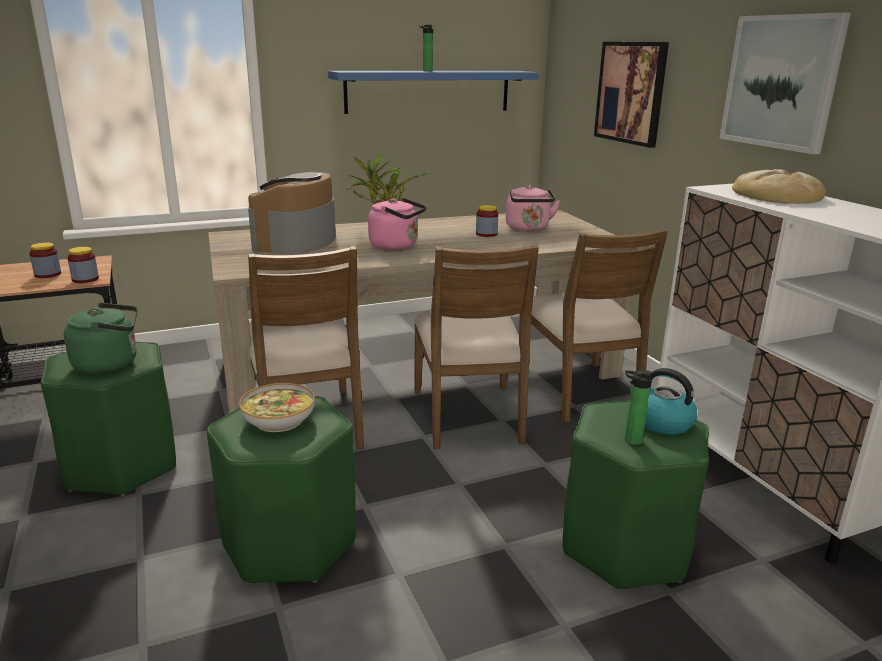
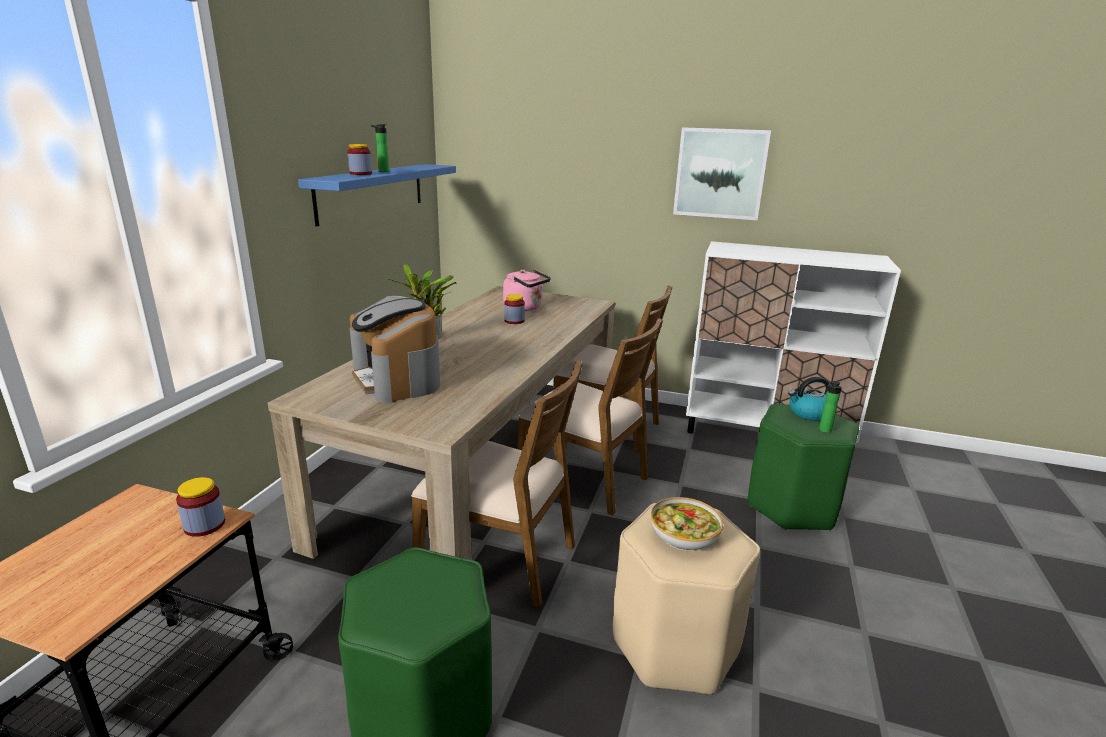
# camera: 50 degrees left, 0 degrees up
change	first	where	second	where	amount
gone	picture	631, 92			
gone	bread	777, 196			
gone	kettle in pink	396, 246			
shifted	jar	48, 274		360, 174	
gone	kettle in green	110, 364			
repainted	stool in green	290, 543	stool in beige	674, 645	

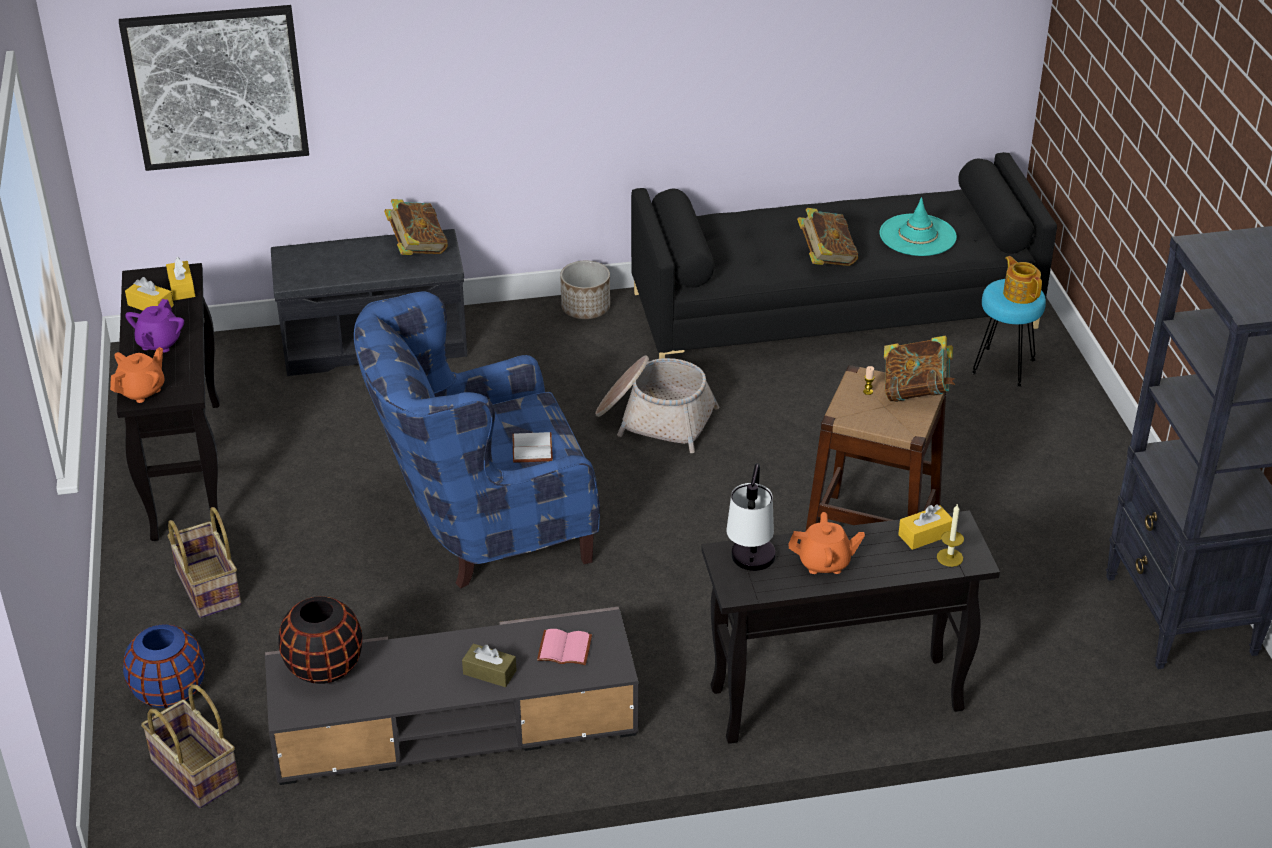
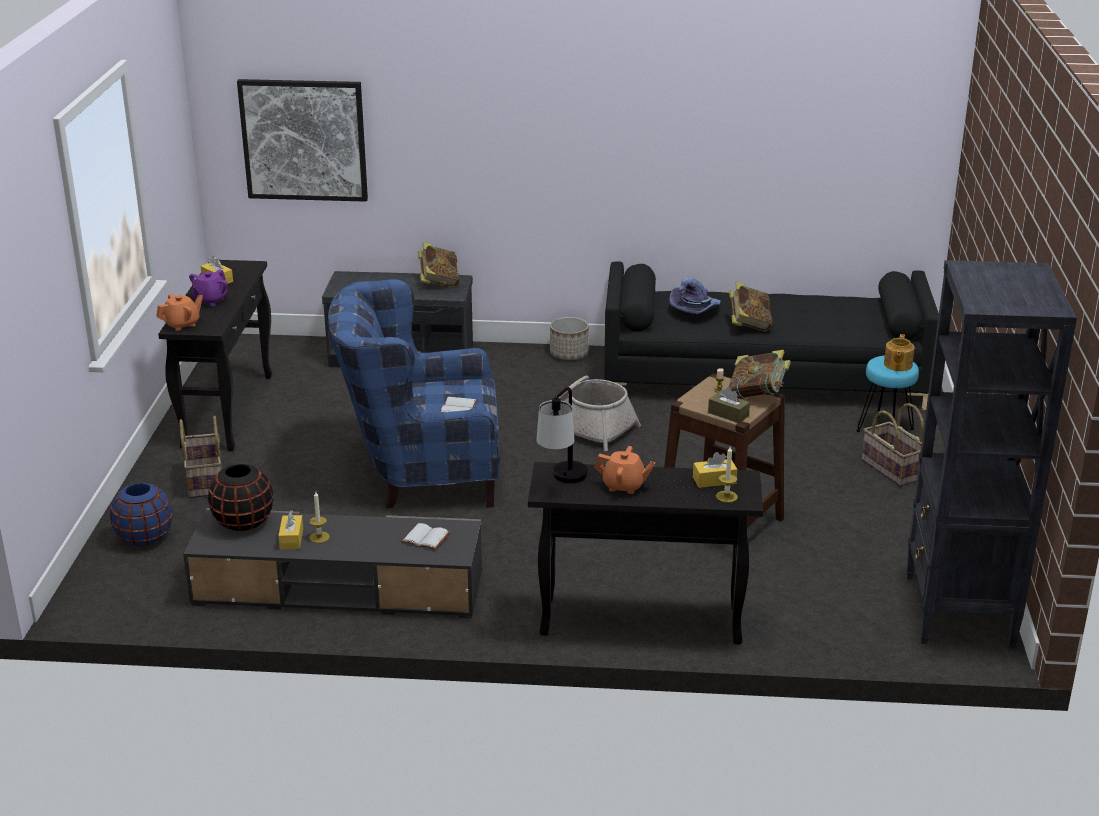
# camera: 15 degrees right, 10 degrees down
change	first	where	second	where	amount
gone	hat in turquoise	917, 236			
rotated	teapot	1020, 293		897, 365	150 degrees counterclockwise
shifted	tissue box in yellow	181, 288		291, 539	
repainted	book in pink	565, 648	book in white	427, 538	
shifted	tissue box in brown	489, 672		728, 414	
shifted	basket	193, 772		891, 469	
new			hat in purple	695, 310	
new			candle	319, 537	

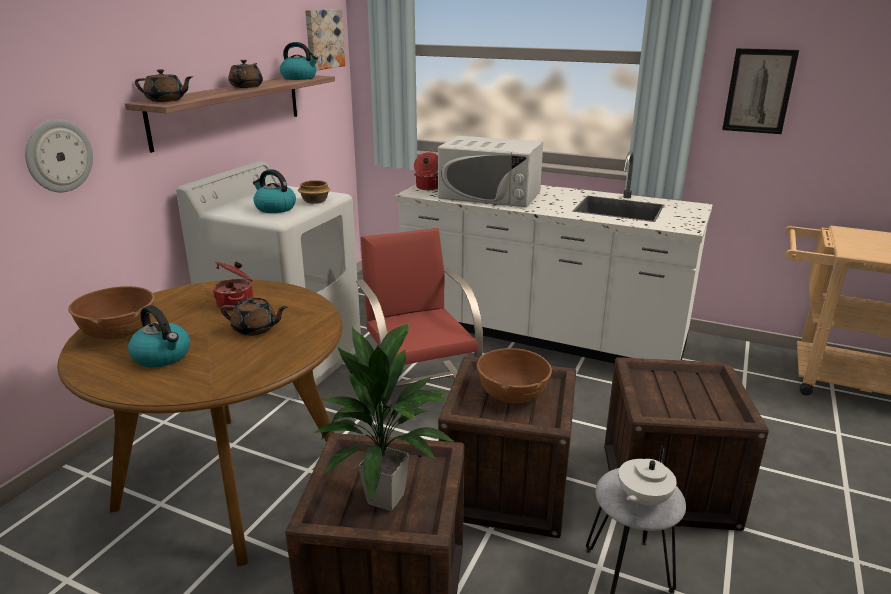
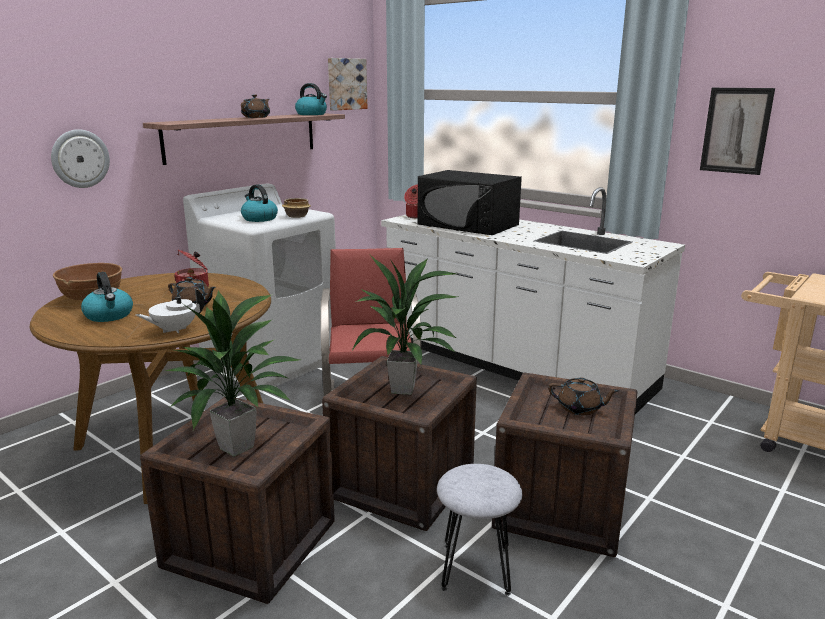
# camera: 15 degrees right, 5 degrees down
change	first	where	second	where	amount
shifted	teapot in brown	166, 100		580, 408	
repainted	microwave in white	490, 194	microwave in black	468, 224	
swapped	bowl in brown	512, 394	potted plant	404, 390	
shifted	teapot in white	642, 499		174, 330	

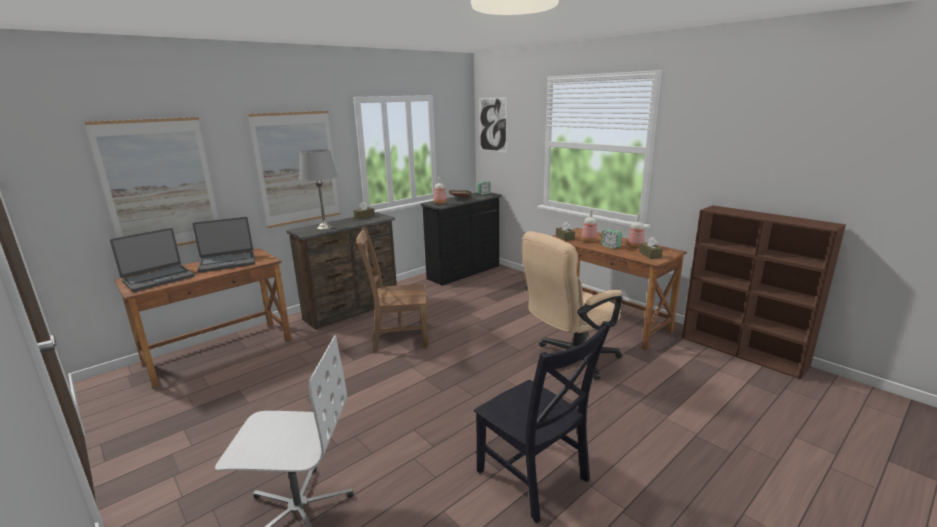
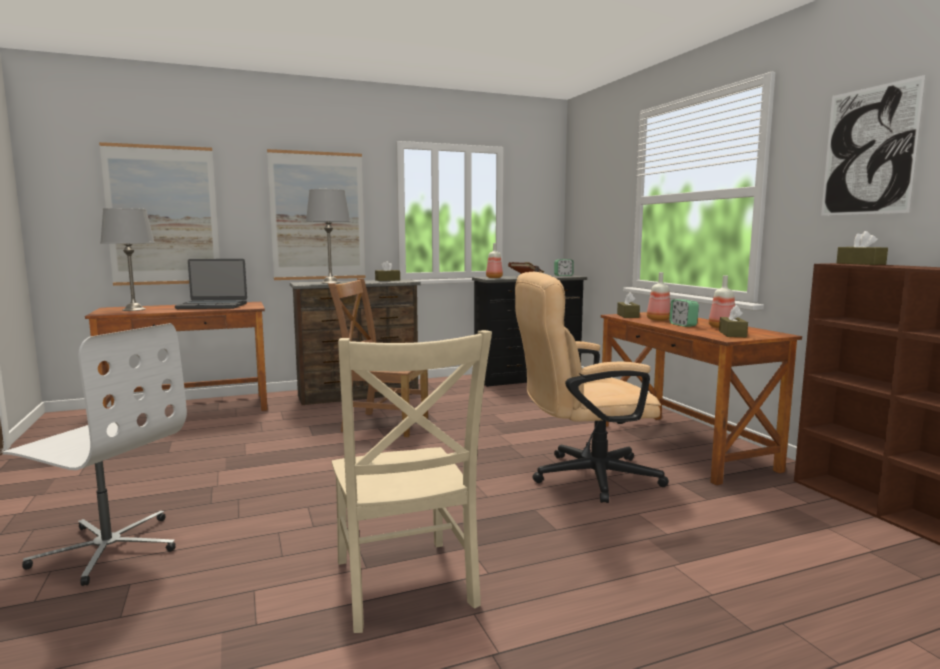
# camera: 20 degrees right, 10 degrees down
change	first	where	second	where	amount
shifted	picture	492, 124		869, 151	
swapped	laptop	158, 279	table lamp in grey	134, 309	
repainted	chair in black	535, 478	chair in beige	404, 586	
new			tissue box in brown	860, 264	

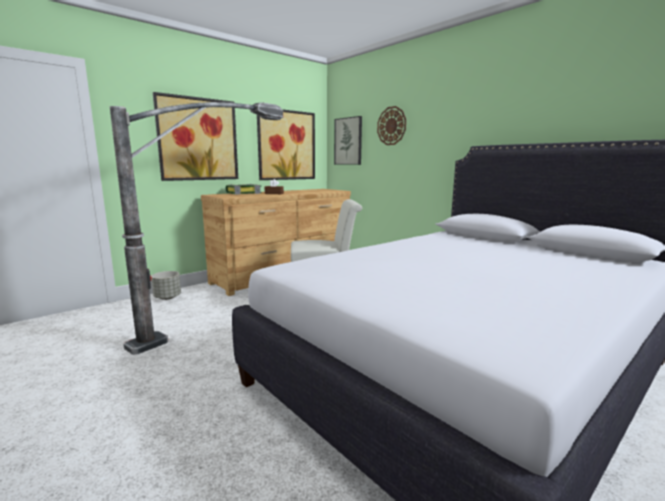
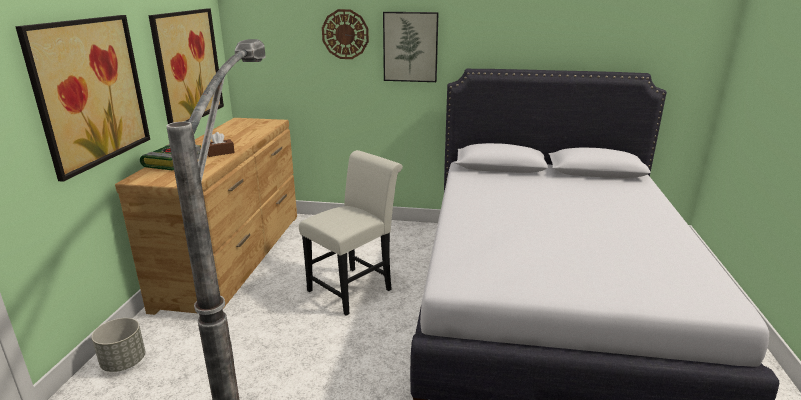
# camera: 40 degrees left, 10 degrees up
change	first	where	second	where	amount
shifted	picture	348, 141		410, 47	

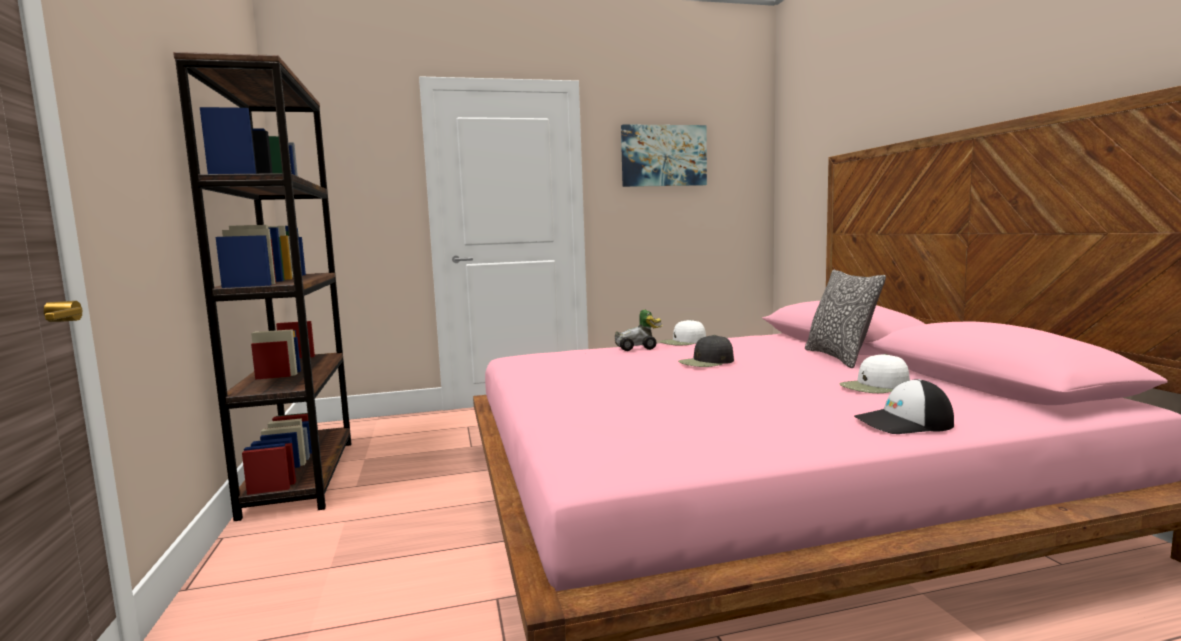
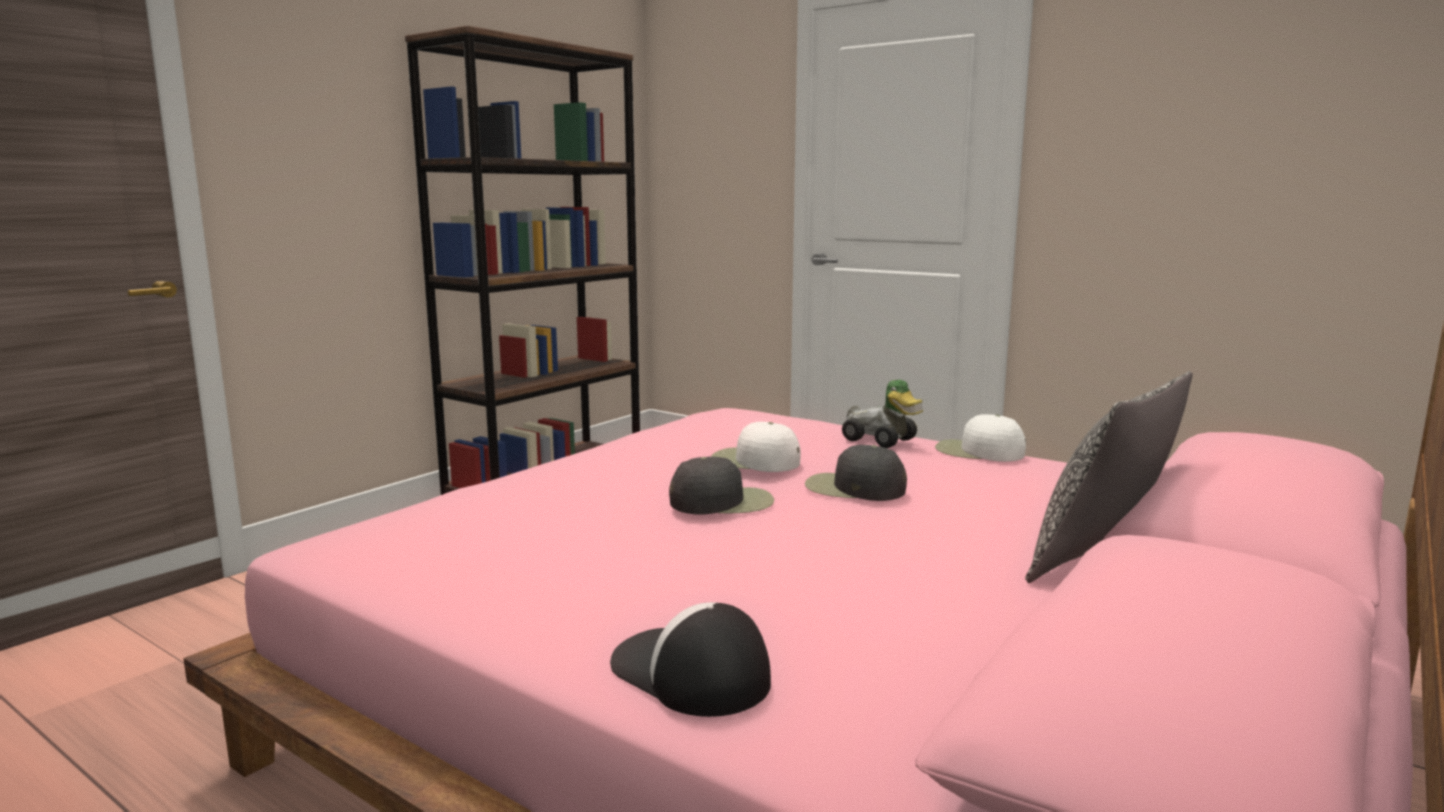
# camera: 50 degrees right, 5 degrees up
change	first	where	second	where	amount
gone	picture	663, 156			
shifted	cap in white	875, 386		754, 461	
new			cap in black	723, 502	

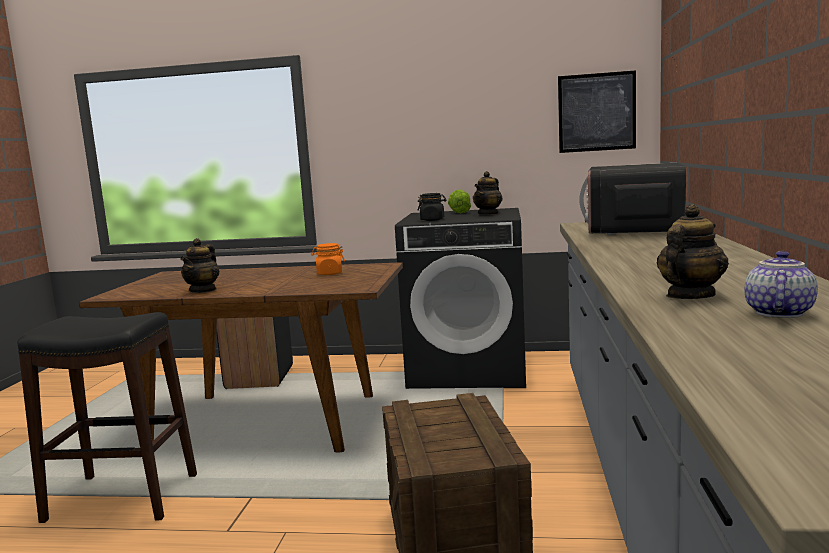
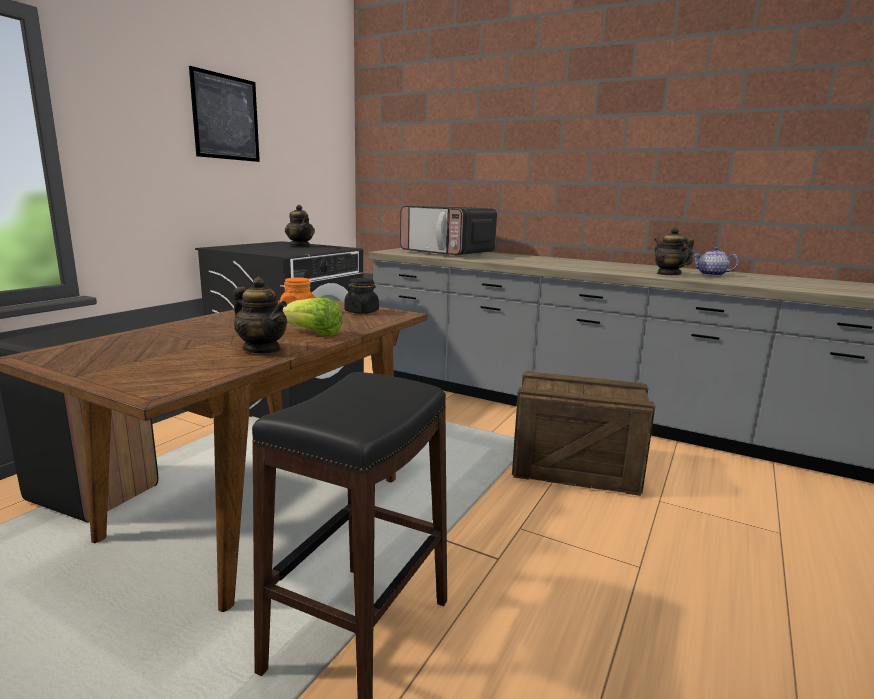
# camera: 70 degrees left, 5 degrees up
change	first	where	second	where	amount
shifted	picture	596, 112		226, 117	
shifted	lettuce	459, 212		313, 334	
shifted	jar in black	432, 220		361, 312	

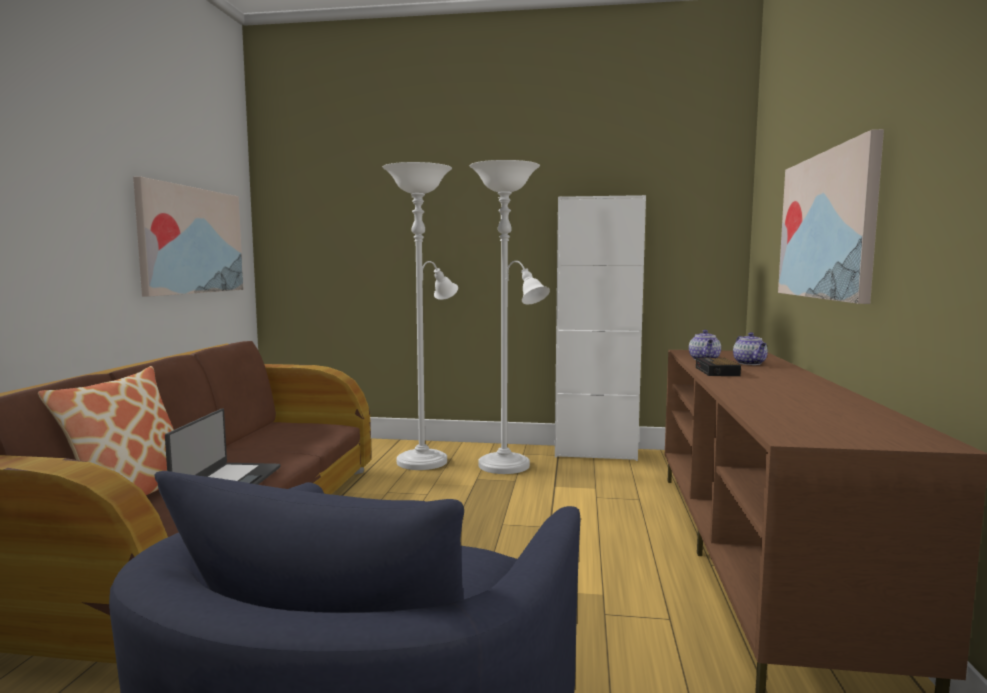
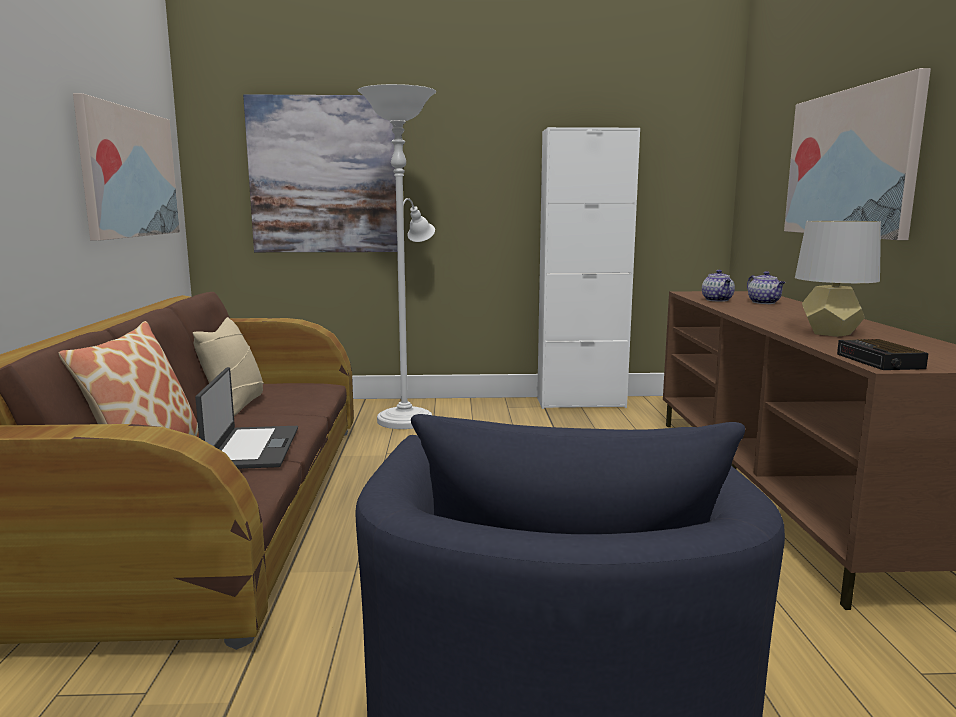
# camera: 10 degrees left, 5 degrees up
change	first	where	second	where	amount
gone	floor lamp in white	508, 467			
shifted	alarm clock	717, 372		880, 361	
new			picture	325, 175	
new			table lamp in grey	830, 333	
new			pillow in beige	235, 405	

